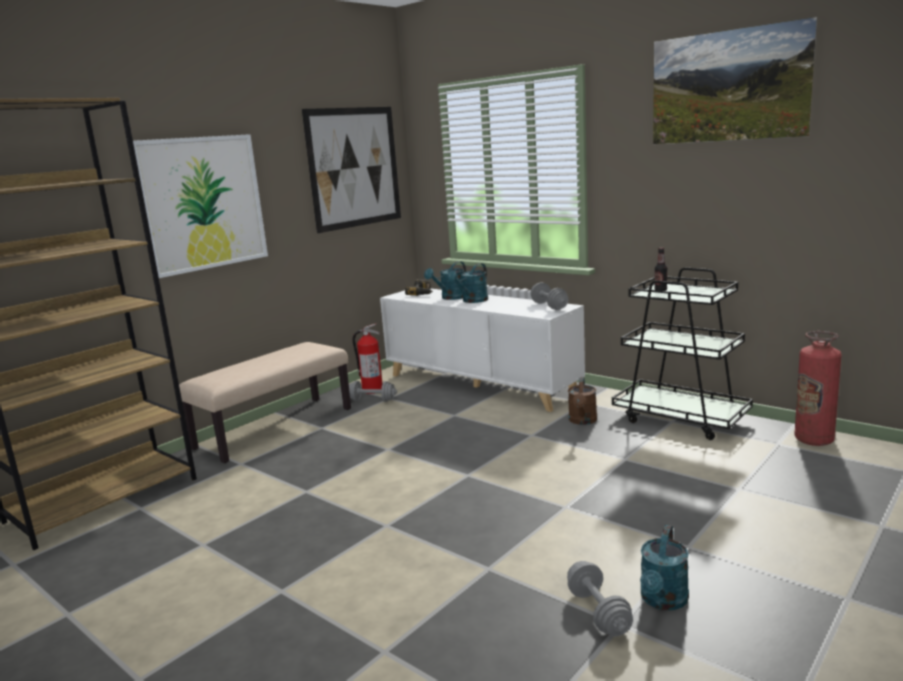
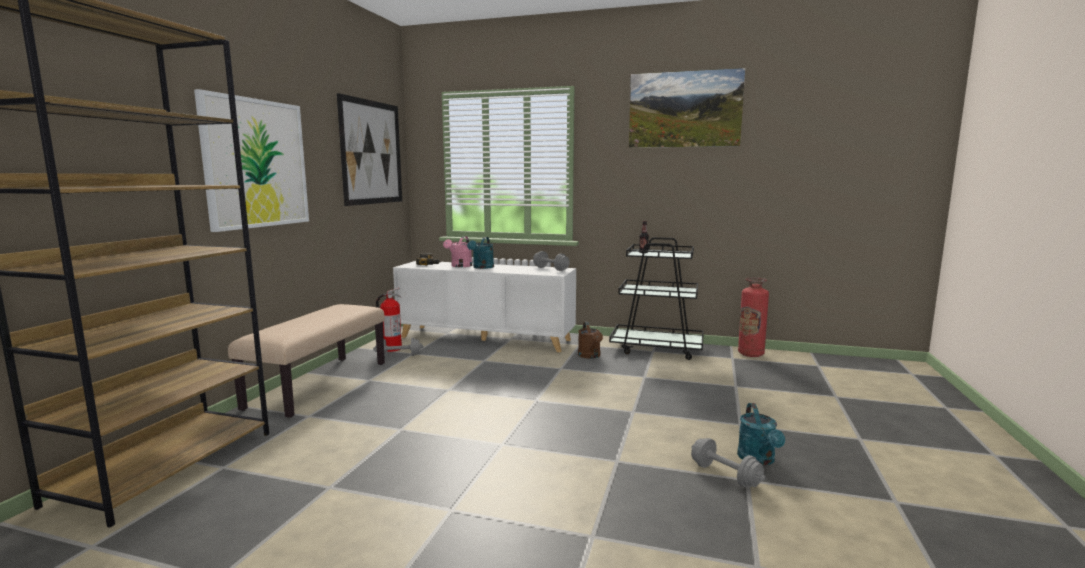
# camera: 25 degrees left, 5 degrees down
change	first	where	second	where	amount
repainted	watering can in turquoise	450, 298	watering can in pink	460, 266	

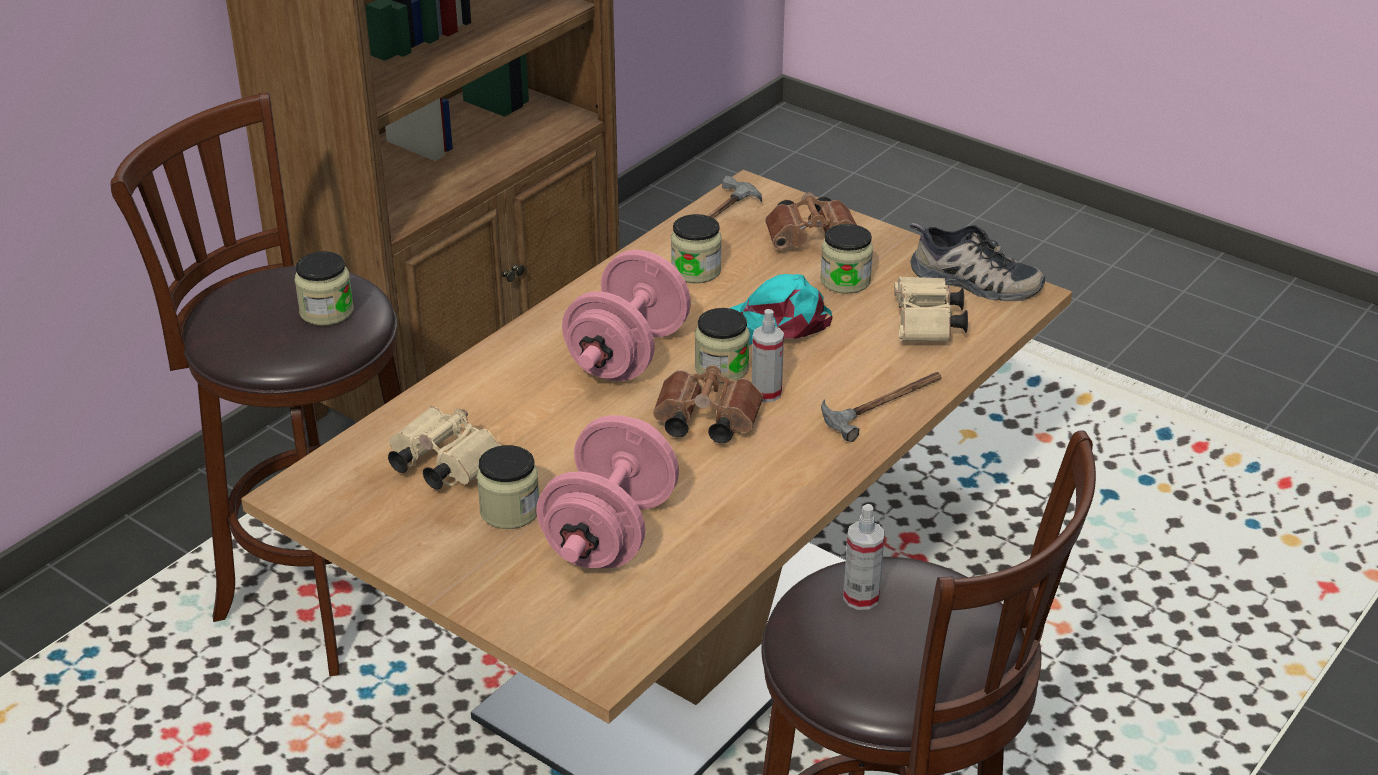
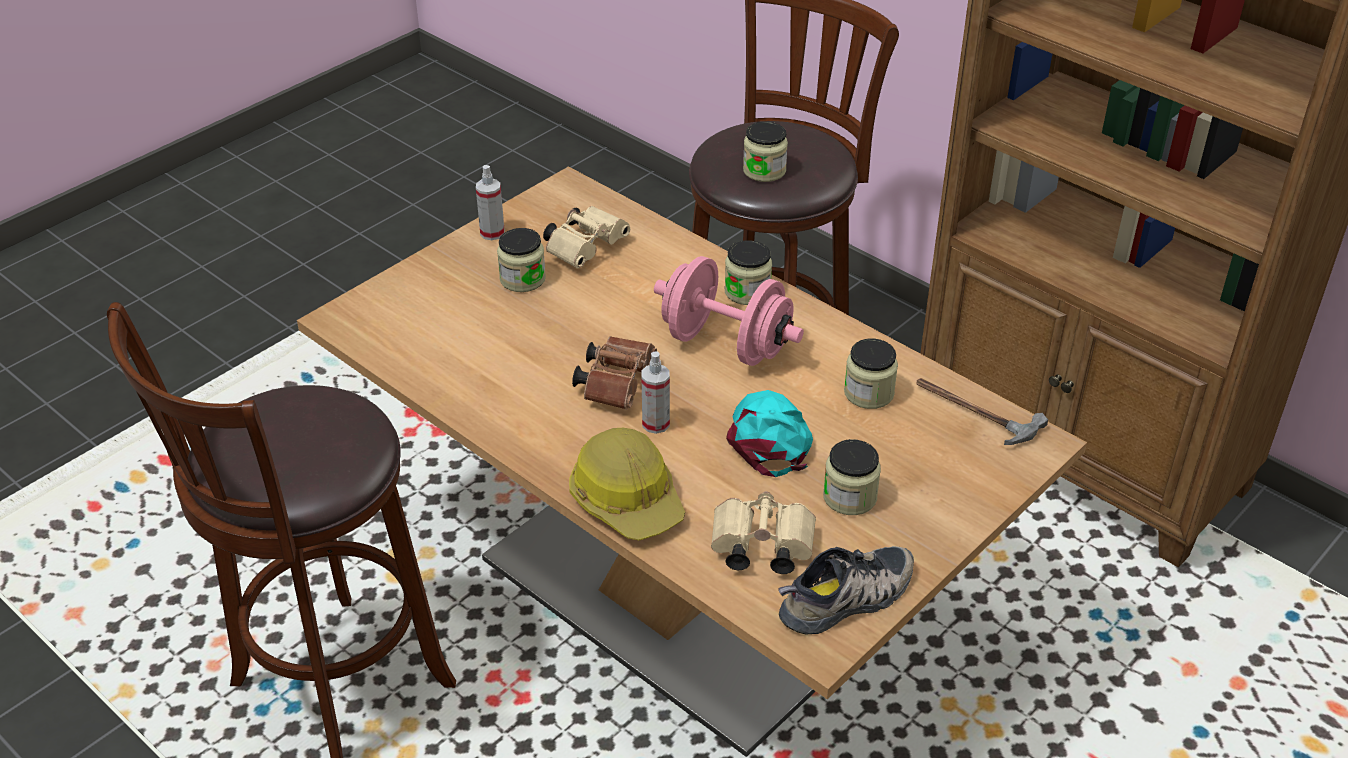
# camera: 95 degrees right, 5 degrees up
change	first	where	second	where	amount
gone	binoculars in brown	813, 239			
rotated	shoe	972, 282		847, 600	150 degrees counterclockwise
shifted	jar	721, 368		747, 292	
swapped	hammer	884, 403	hard hat	627, 499	
gone	dumbbell in pink	610, 533			
shifted	spray bottle	861, 597		492, 233	

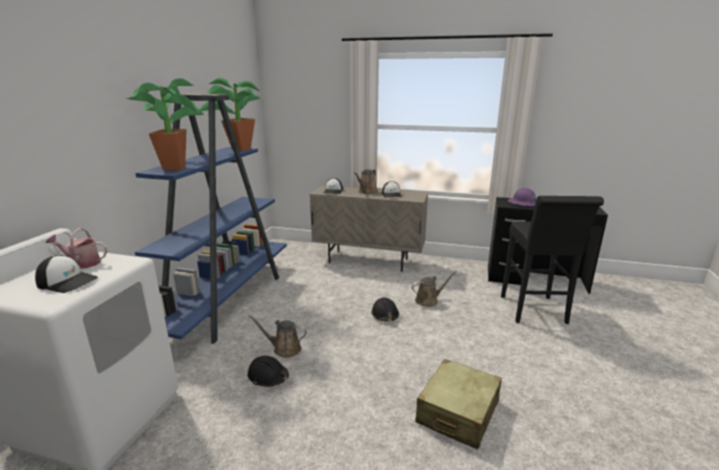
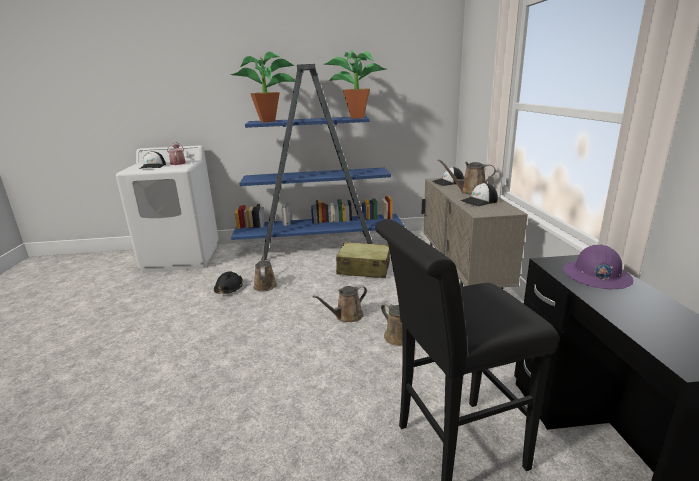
# camera: 70 degrees right, 0 degrees up
change	first	where	second	where	amount
swapped	hard hat in black	385, 315	watering can in brown	347, 316	
shifted	suitcase in beige	457, 412		364, 269	

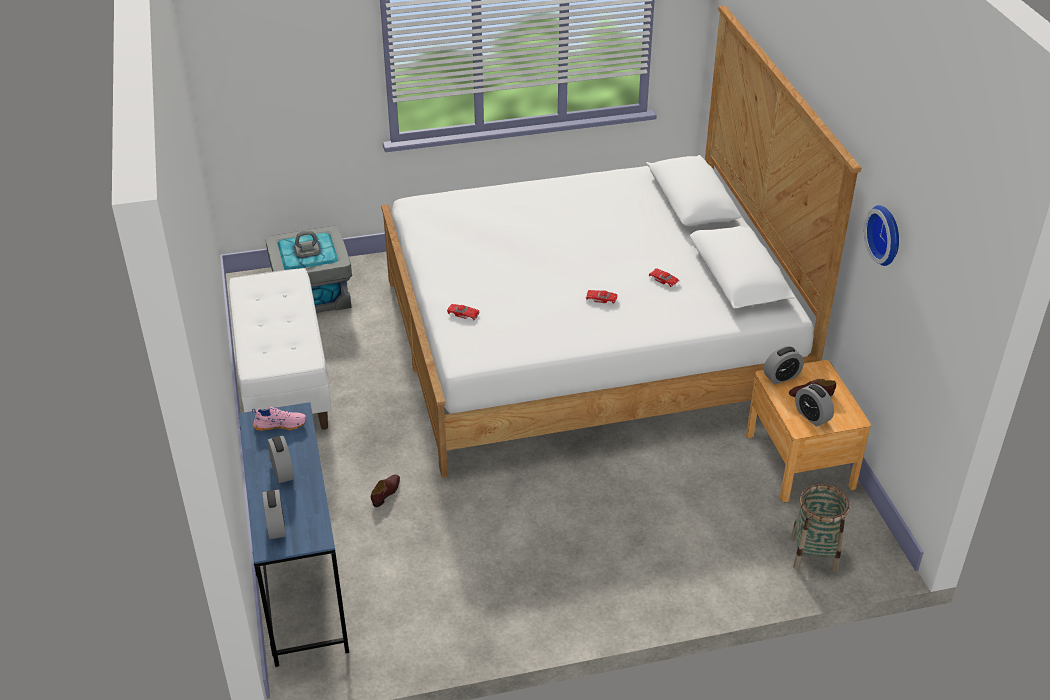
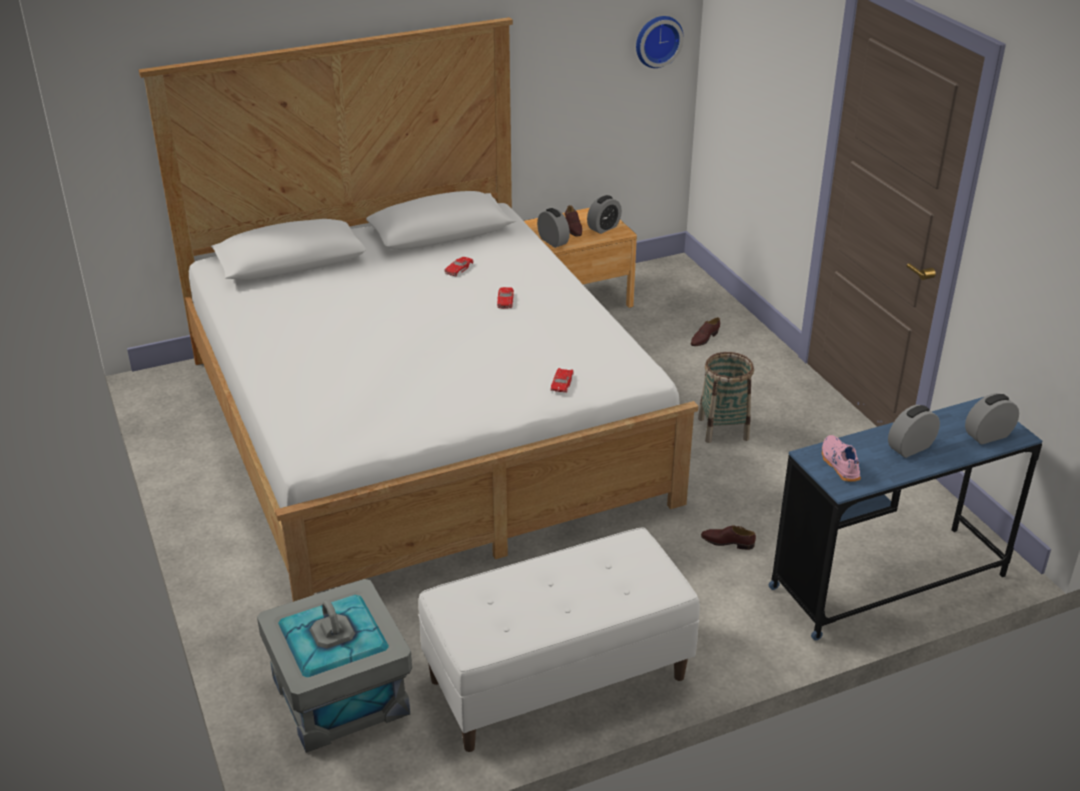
# camera: 100 degrees left, 5 degrees down
change	first	where	second	where	amount
shifted	wall clock	887, 234		657, 40	
shifted	basket	814, 554		723, 429	
new			shoe in brown	704, 338	

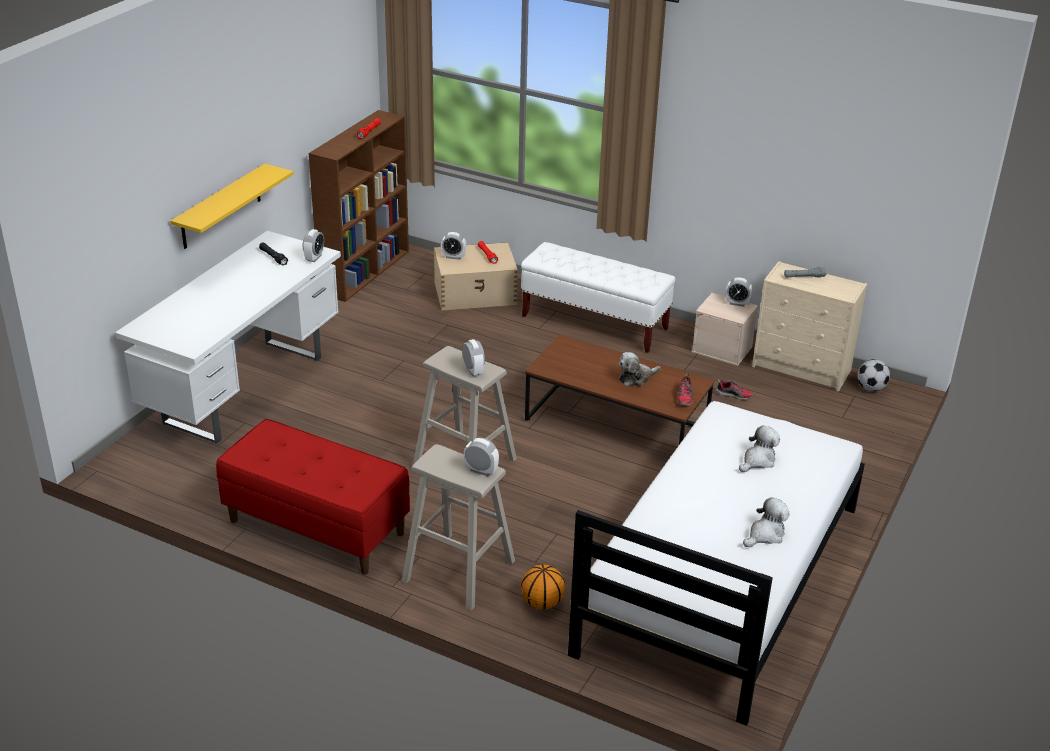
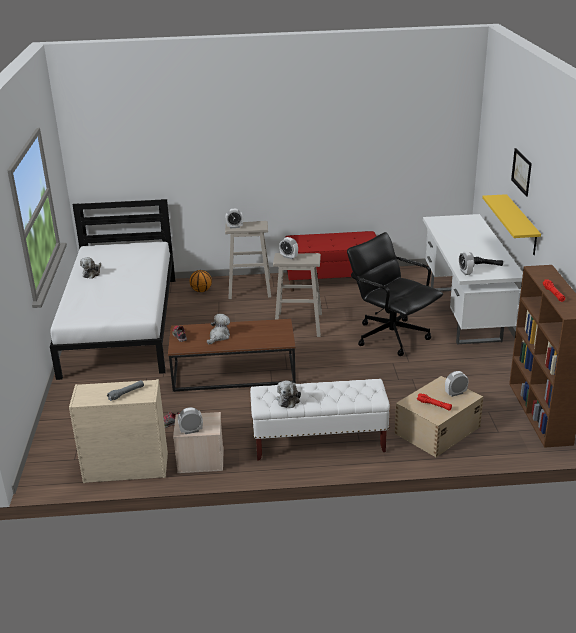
# camera: 150 degrees right, 5 degrees down
change	first	where	second	where	amount
gone	football	871, 388			
shifted	plush toy	758, 460		288, 399	
new			picture	521, 171	
new			office chair in black	391, 336	

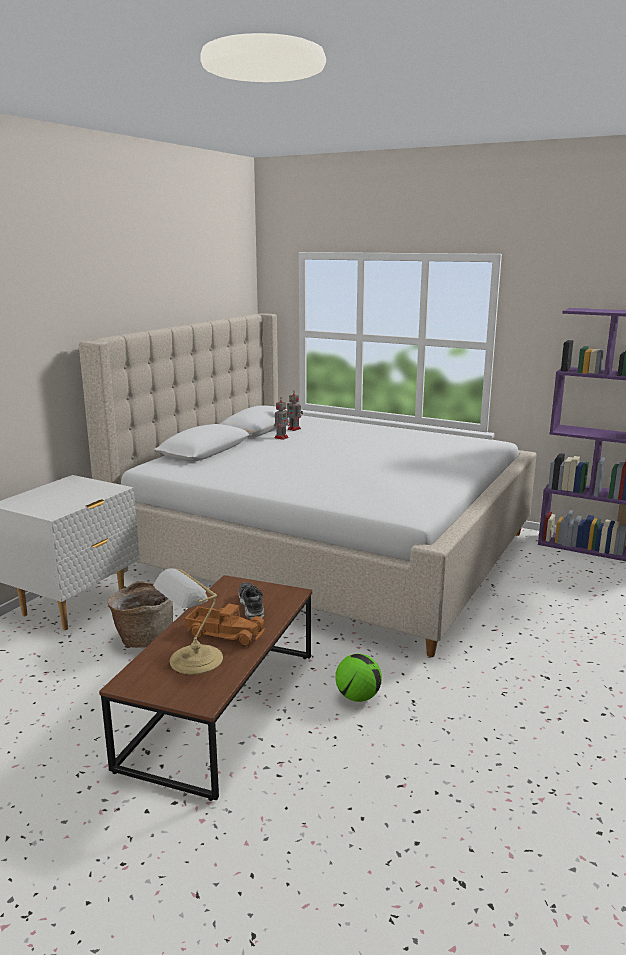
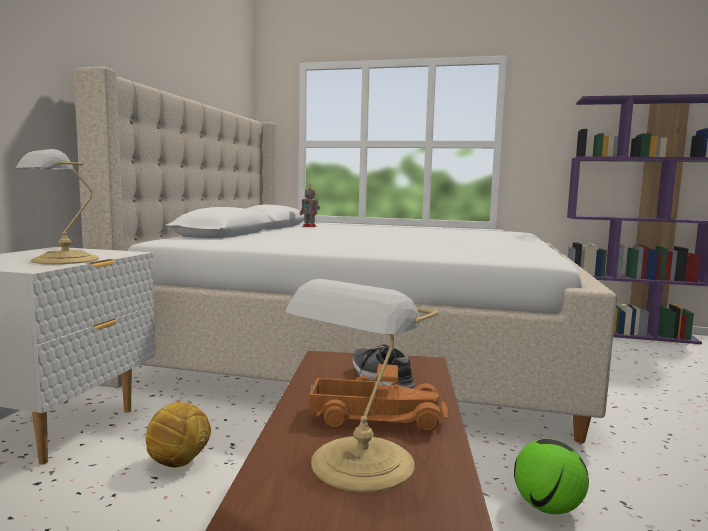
# camera: 15 degrees left, 10 degrees down
change	first	where	second	where	amount
gone	toy robot	281, 437			
swapped	basket	144, 638	football	179, 462	
new			table lamp	62, 260	

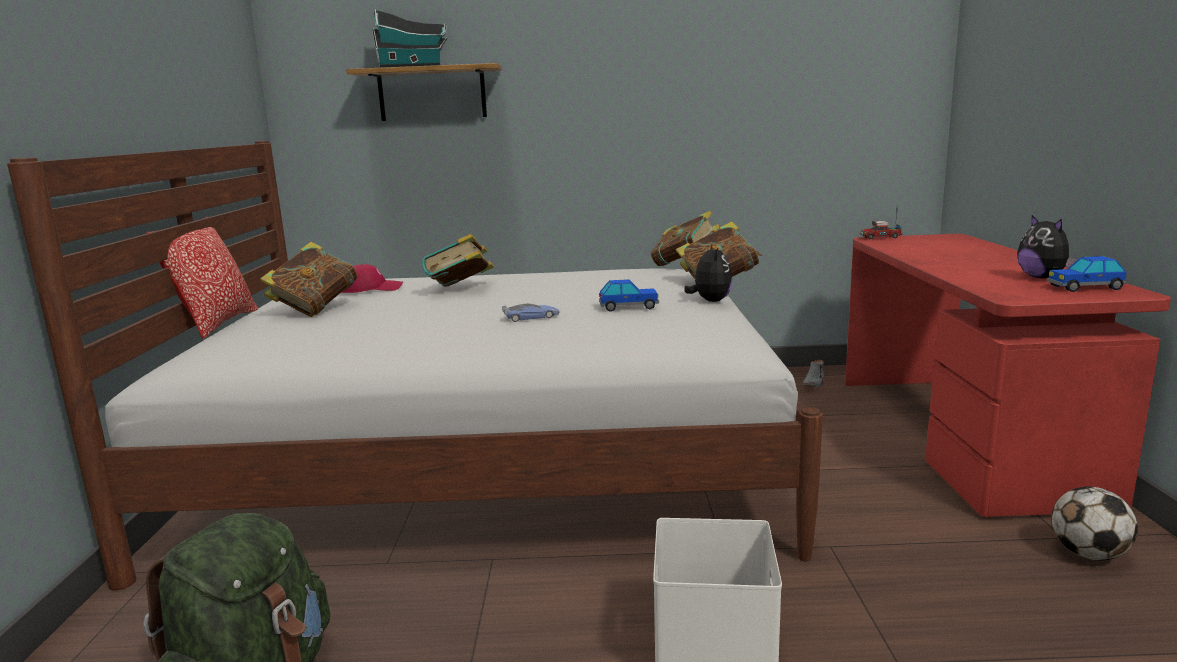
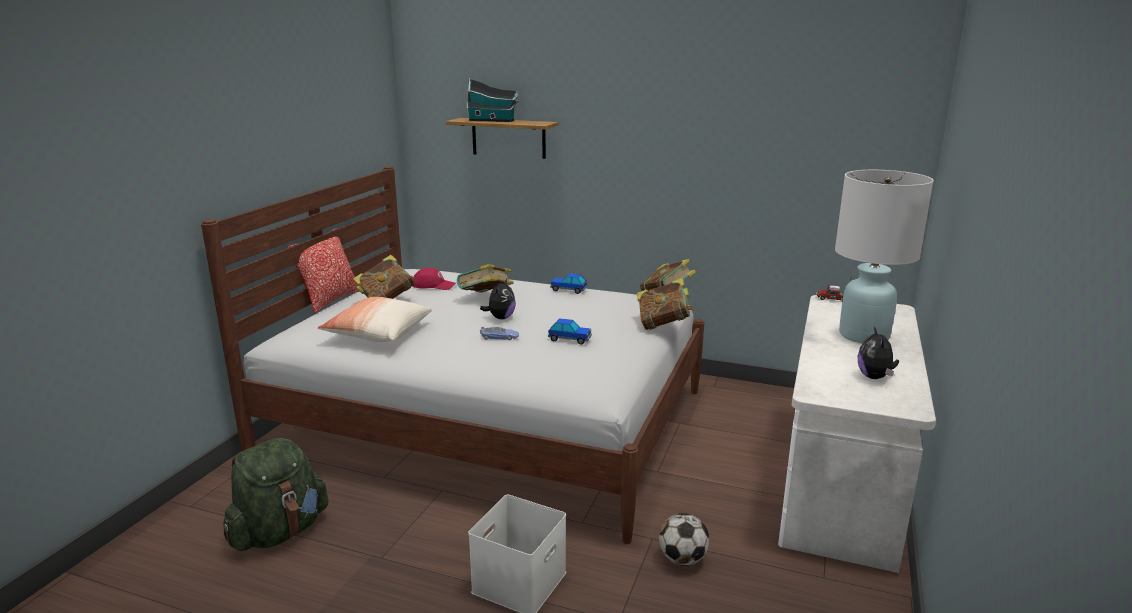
# camera: 20 degrees right, 5 degrees up
change	first	where	second	where	amount
repainted	desk in red	961, 435	desk in white	842, 478	
shifted	plush toy	710, 301		500, 318	
shifted	toy car	1084, 288		568, 290	
gone	shoe in grey	814, 383			
shifted	football	1088, 554		682, 559	
new			table lamp in white	863, 335	
new			pillow	378, 334	

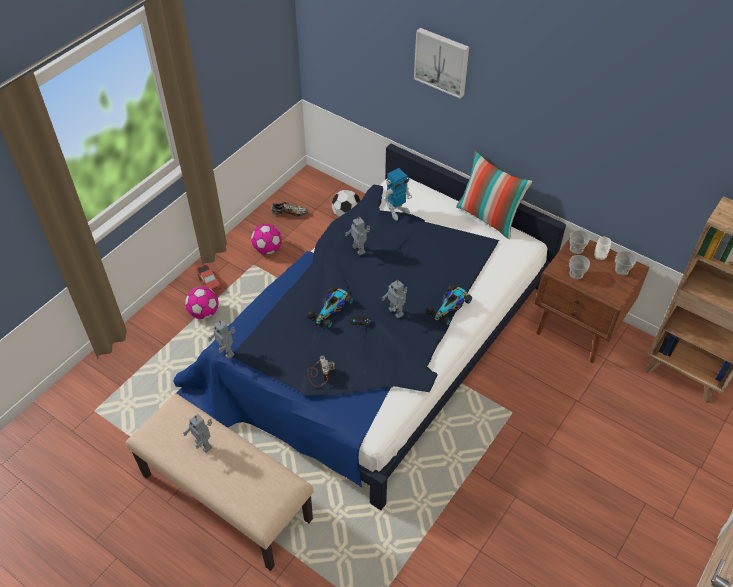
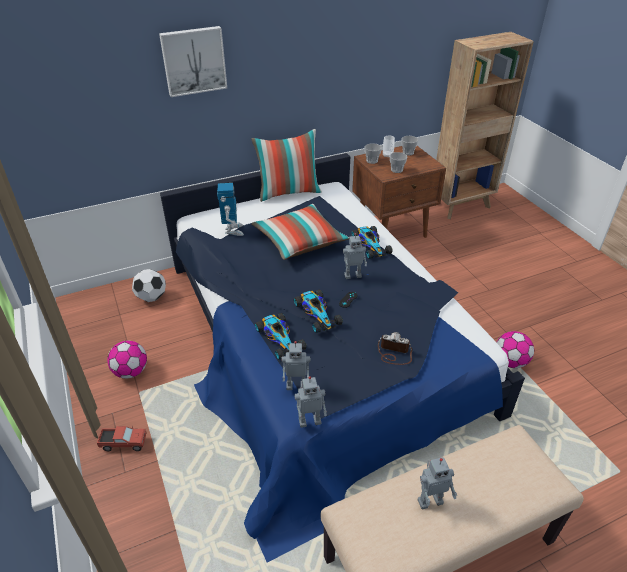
# camera: 60 degrees left, 10 degrees down
change	first	where	second	where	amount
gone	shoe	289, 214			
shifted	toy robot	359, 249		296, 385	
shifted	football	204, 313		510, 362	
new			pillow	299, 241	
new			toy car	280, 338	

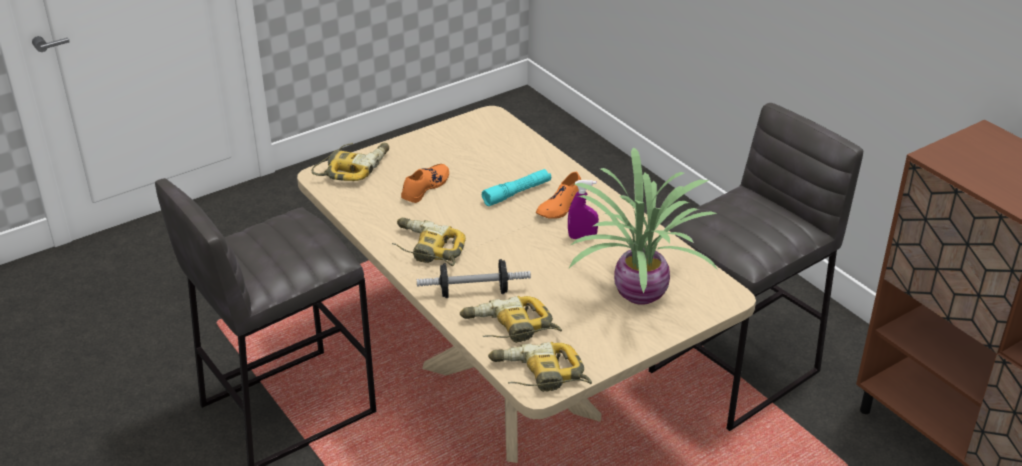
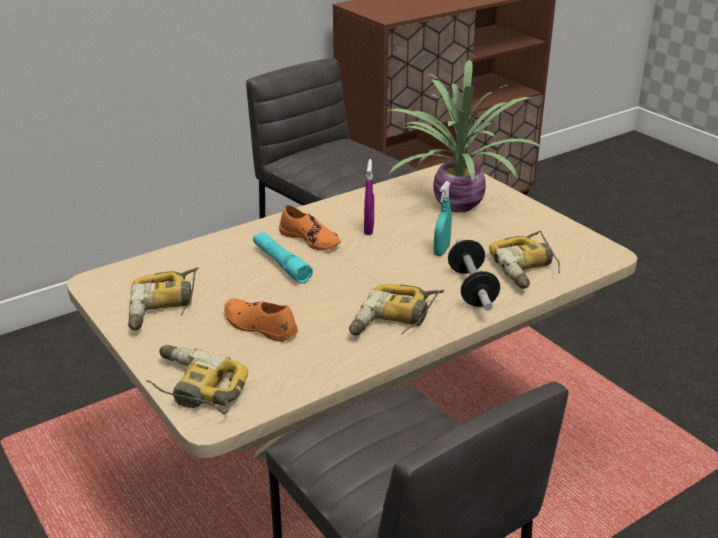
# camera: 90 degrees left, 5 degrees down
change	first	where	second	where	amount
shifted	power drill	538, 376		164, 307	
new			spray bottle in turquoise	441, 251	

